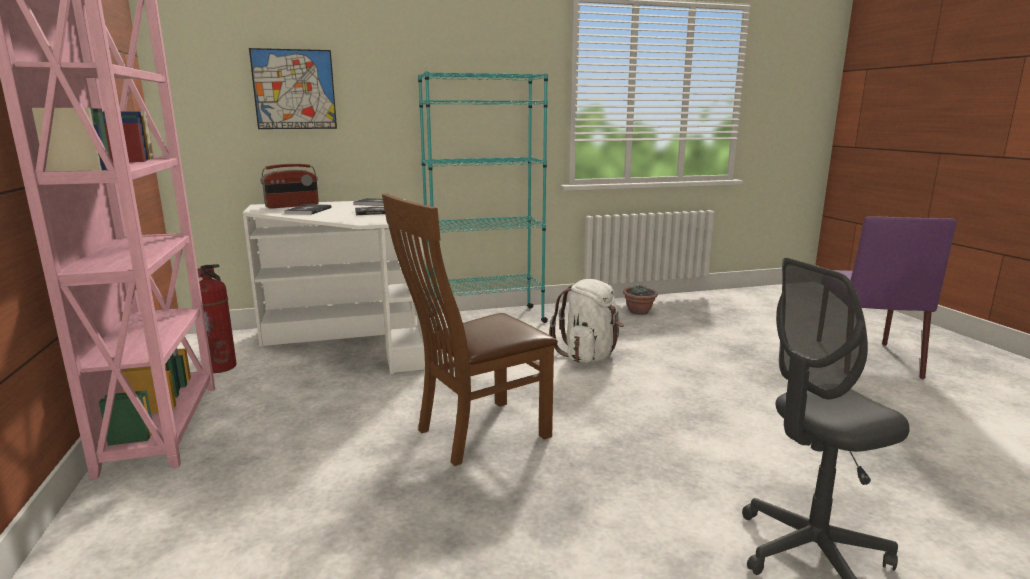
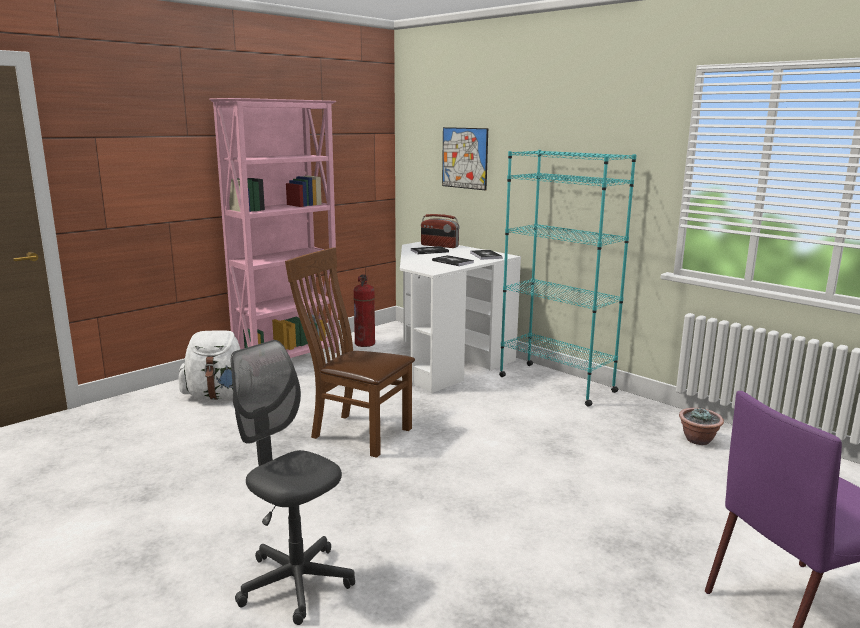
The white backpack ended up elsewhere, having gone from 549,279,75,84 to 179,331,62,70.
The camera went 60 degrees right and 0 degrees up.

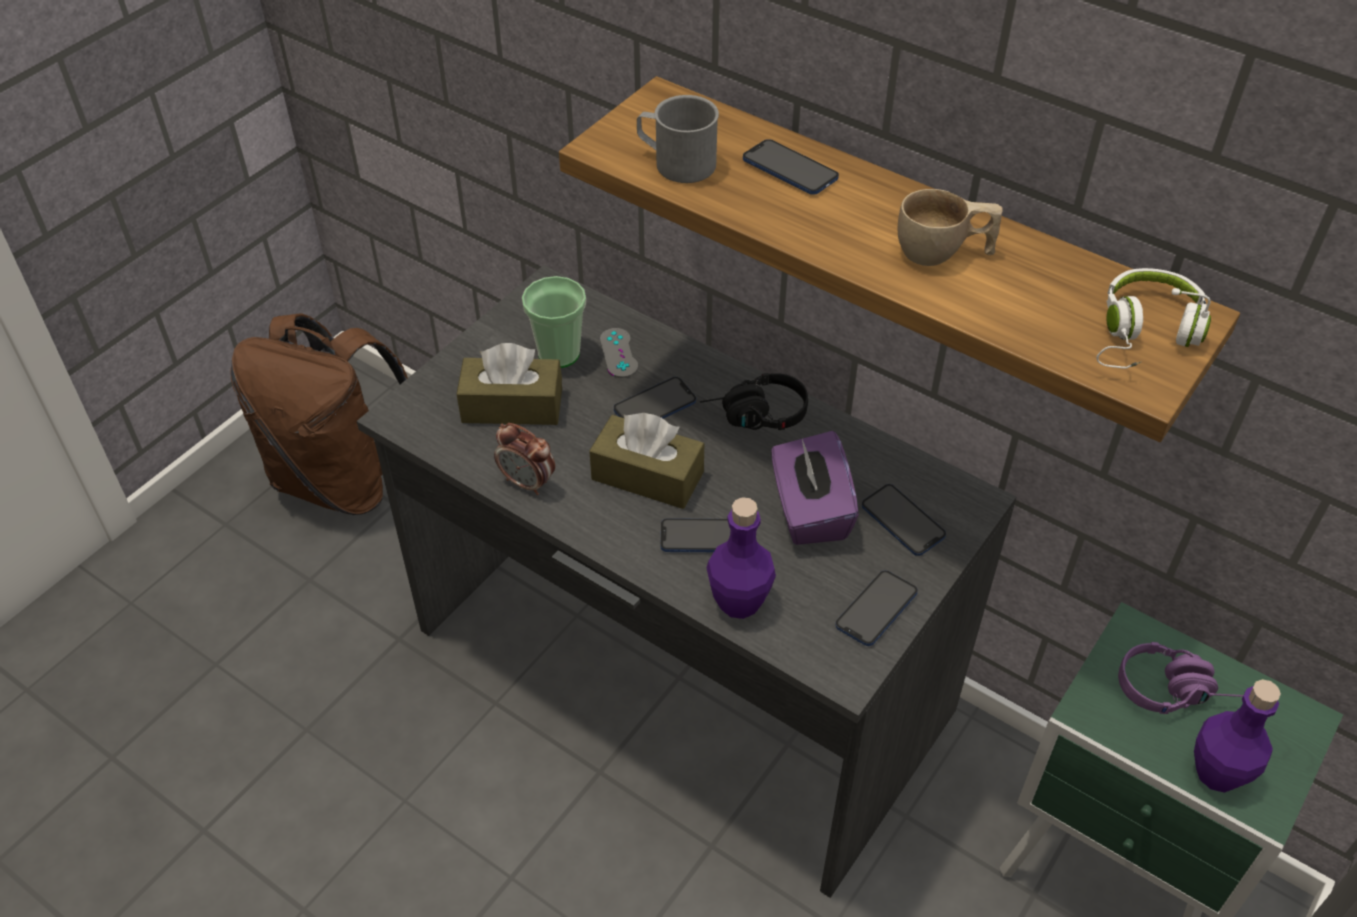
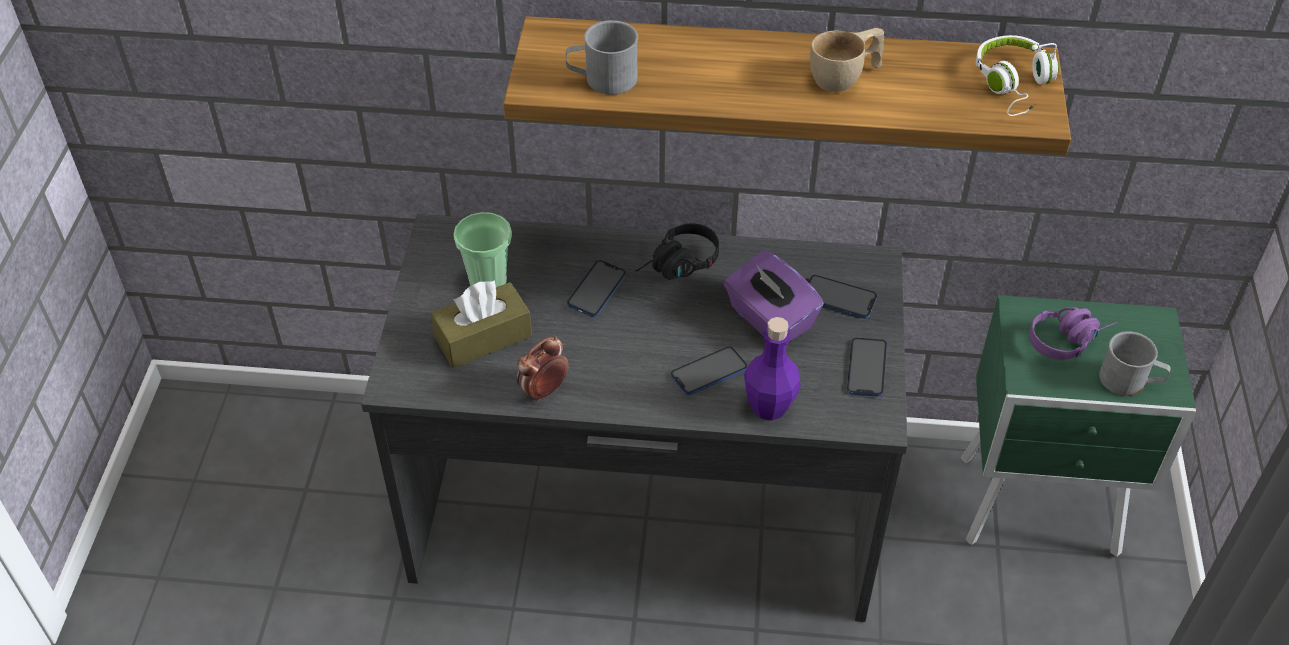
The second view lost the brown backpack at 230,314,178,201.
The alarm clock at 494,423,61,72 ended up facing another way, 135 degrees clockwise from before.
The second view lost the brown tissue box at 589,413,115,96.
The second view lost the grey game controller at 600,328,38,50.
The second view lost the phone at 743,139,96,56.
Where the purple bottle stood at 1194,679,87,114, the grey mug came to stand at 1099,331,72,65.
The camera went 30 degrees left and 0 degrees up.

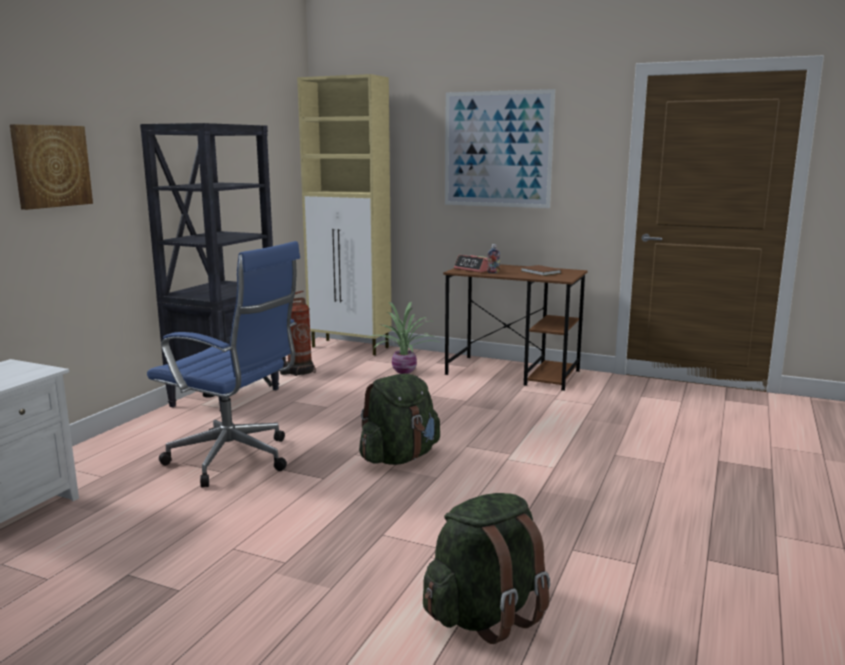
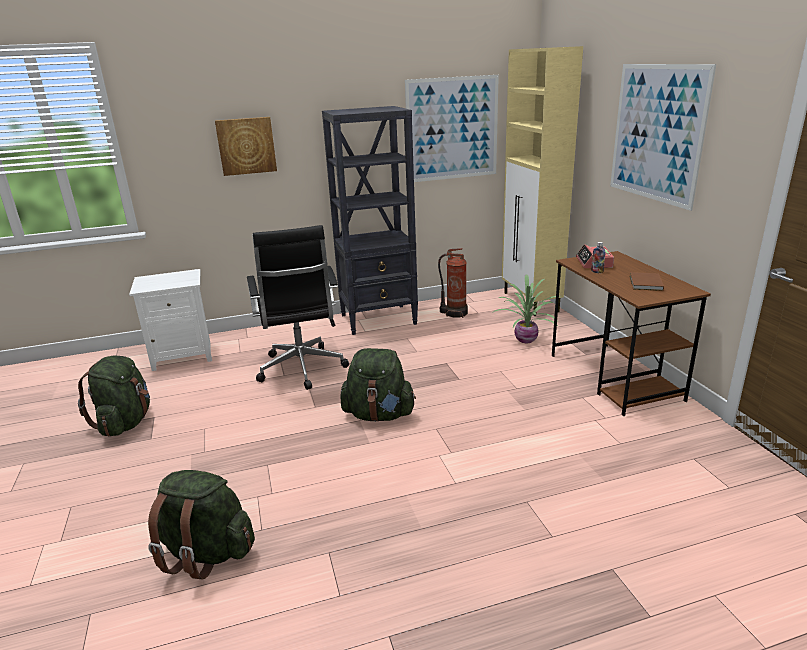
What was the blue office chair at 147,241,153,247 turned into the black office chair at 247,225,102,165.
The second view gained the green backpack at 78,356,72,81.
The second view gained the picture at 405,75,94,107.
The camera went 50 degrees right and 10 degrees up.

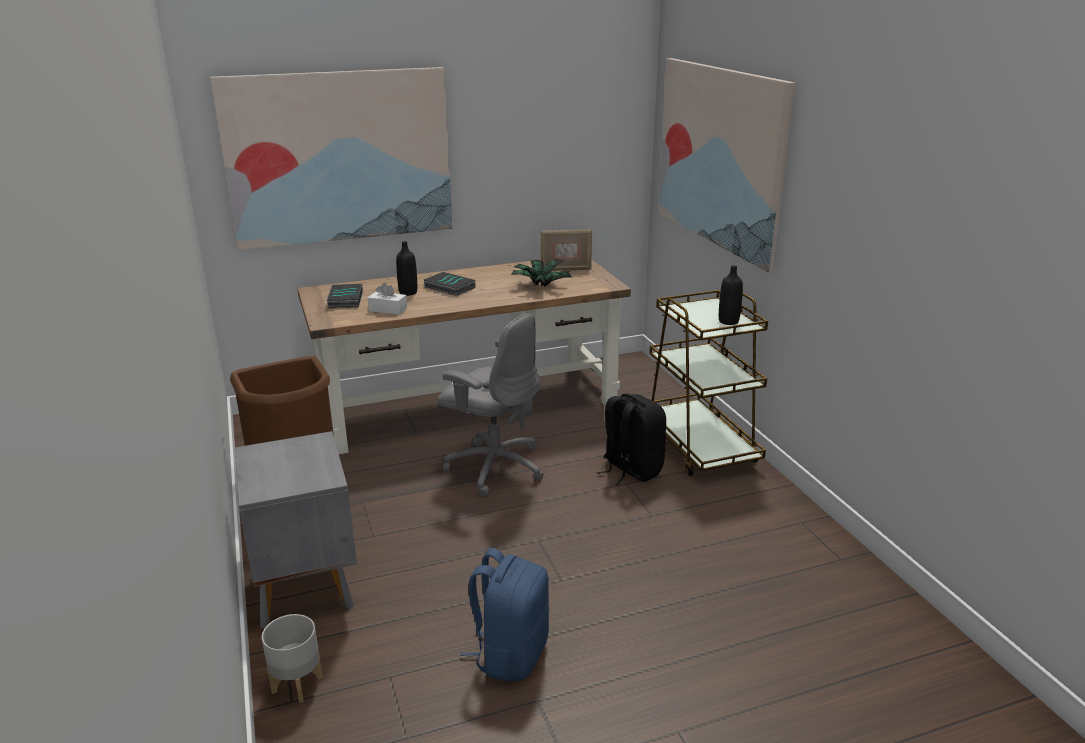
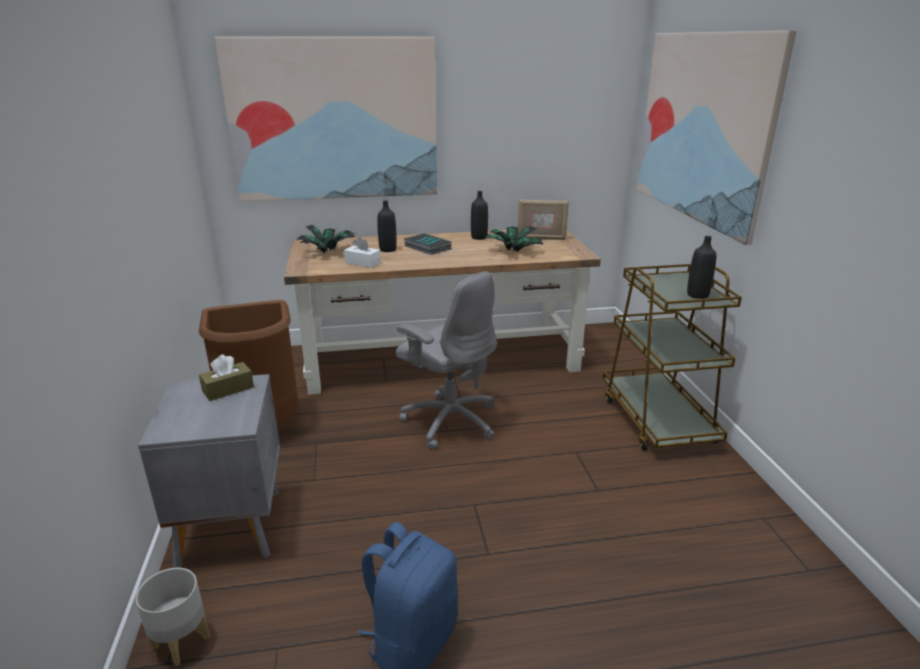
Where the book stood at 327,284,36,24, the potted plant came to stand at 296,225,59,29.
The second view lost the black backpack at 597,393,69,93.
The second view gained the brown tissue box at 199,355,55,46.
The second view gained the black bottle at 471,191,17,49.
The camera went 10 degrees right and 0 degrees up.

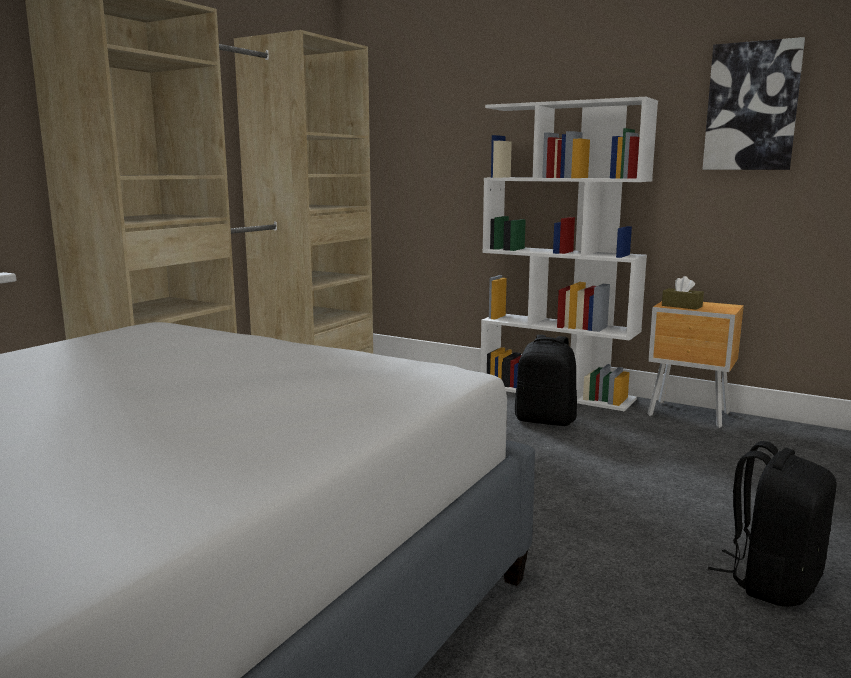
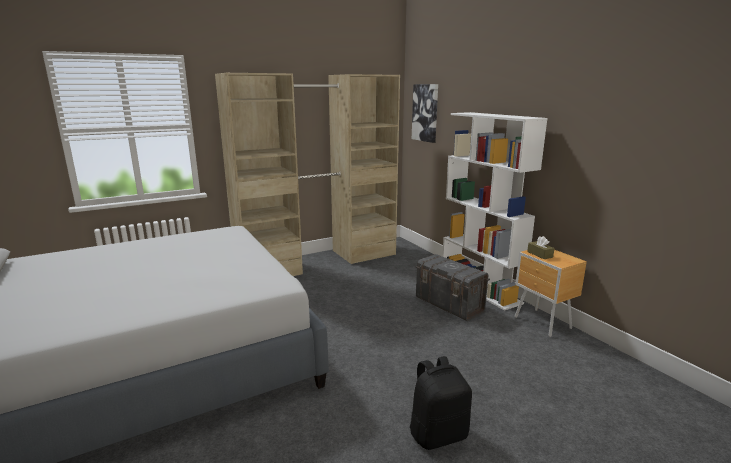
Where the black backpack stood at 515,335,62,91, the grey storage box came to stand at 415,254,75,67.
The picture ended up elsewhere, having gone from 702,37,103,133 to 412,84,26,59.
The camera went 30 degrees right and 5 degrees up.

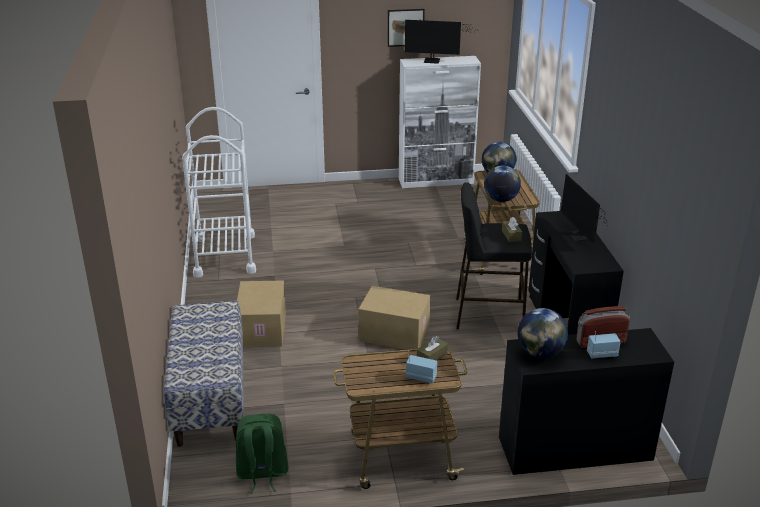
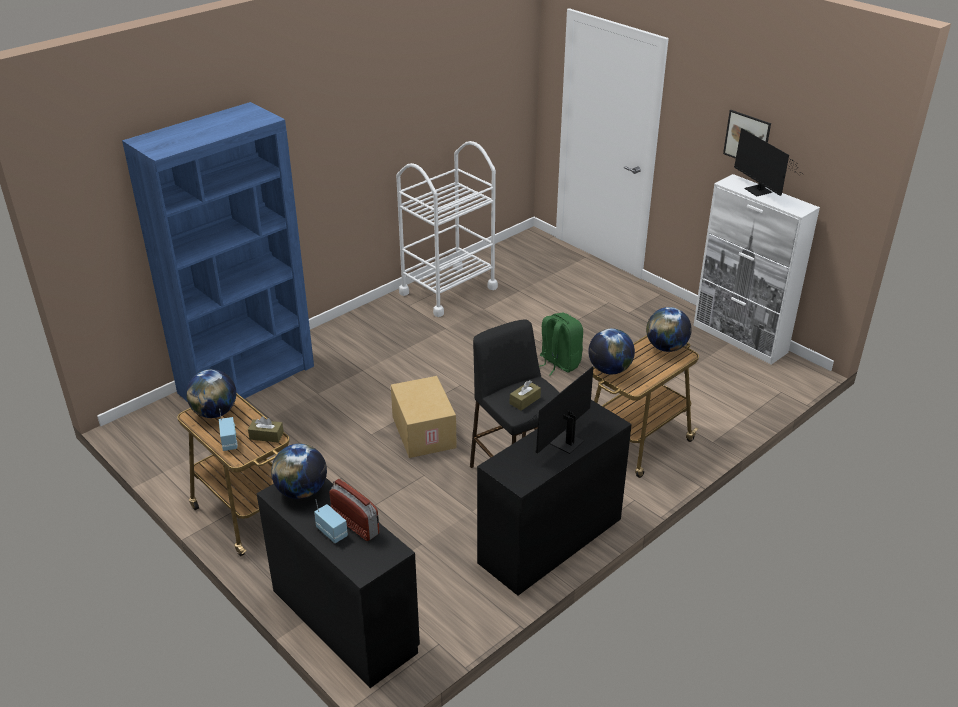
Where the bench stood at 164,301,80,146, the blue bookcase came to stand at 122,102,192,300.
The green backpack ended up elsewhere, having gone from 236,414,52,80 to 539,313,44,63.
The second view lost the cardboard box at 237,280,49,67.
The second view gained the globe at 186,369,50,49.
The camera went 55 degrees right and 5 degrees up.

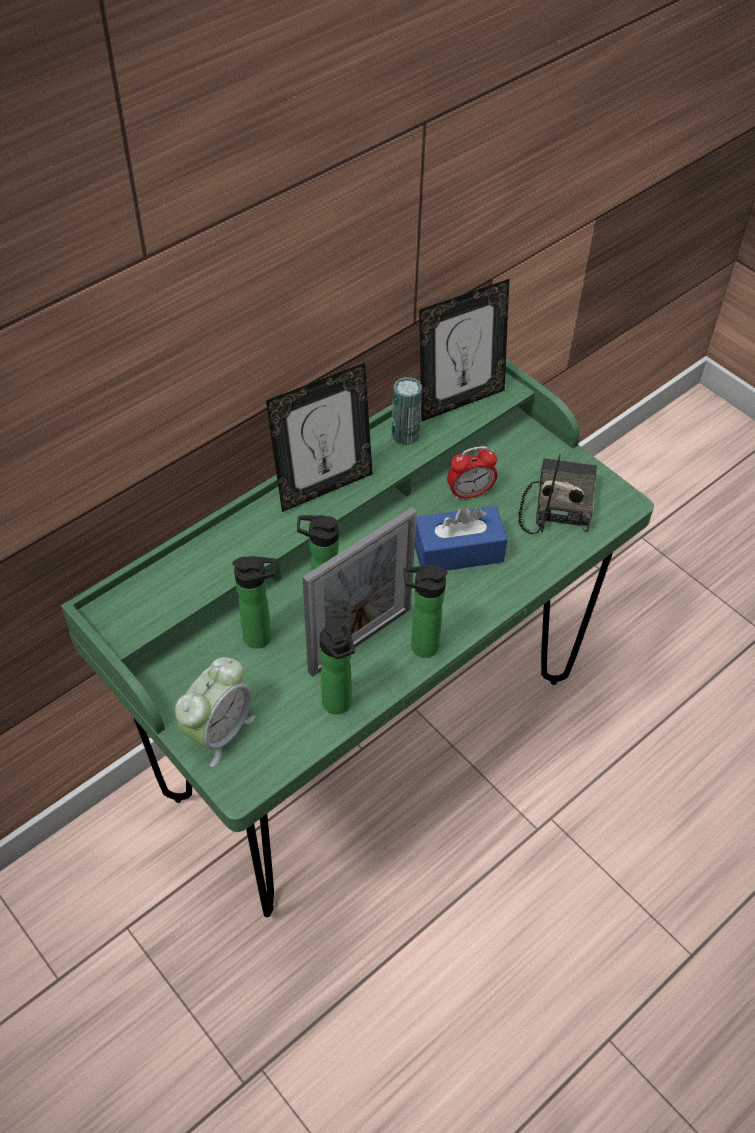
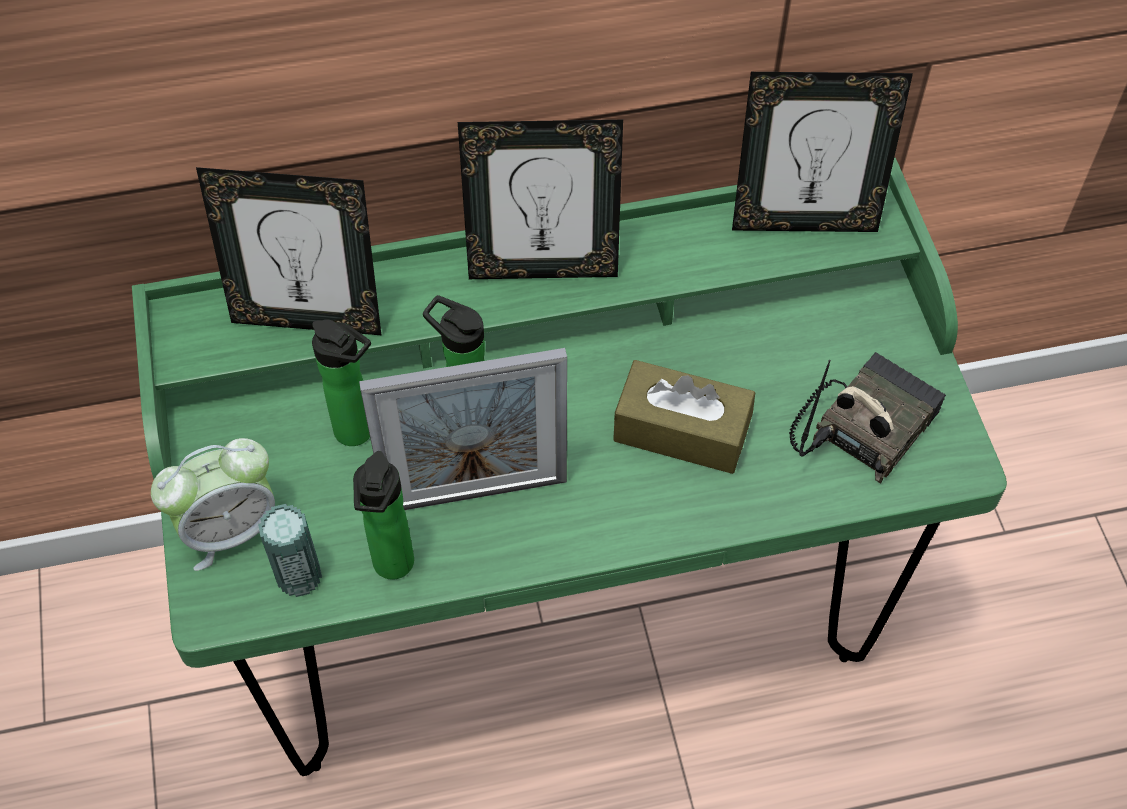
The can ended up elsewhere, having gone from 392,377,30,68 to 258,504,64,93.
The second view lost the bottle at 403,566,45,92.
What was the blue tissue box at 415,506,93,65 turned into the brown tissue box at 613,360,142,114.
The second view lost the alarm clock at 447,446,50,54.
The second view gained the picture frame at 196,167,185,168.
The camera went 30 degrees right and 5 degrees up.

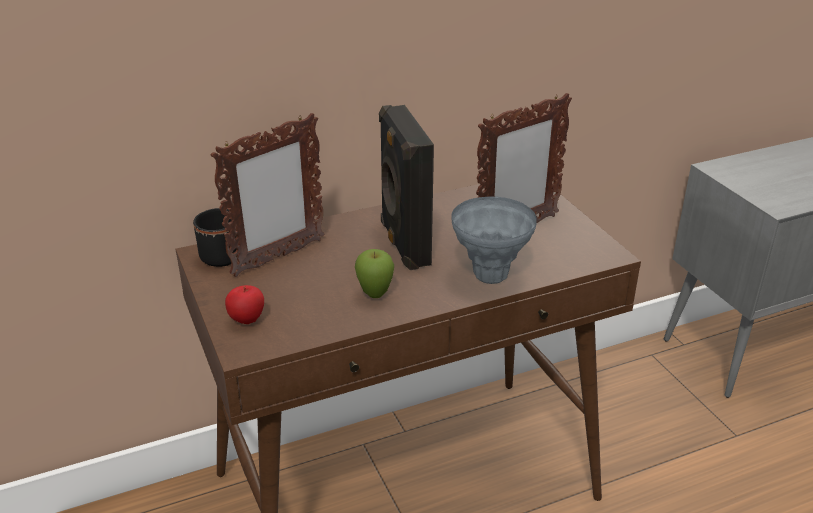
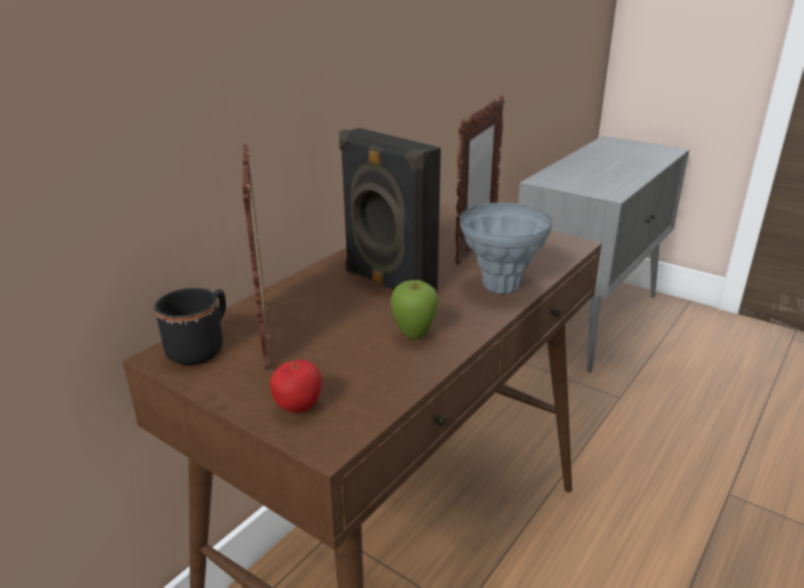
The picture frame at 211,113,114,164 ended up facing another way, 150 degrees clockwise from before.
The camera went 30 degrees left and 5 degrees down.

